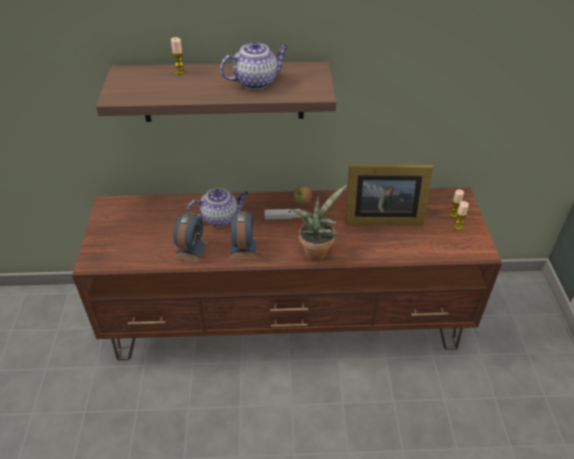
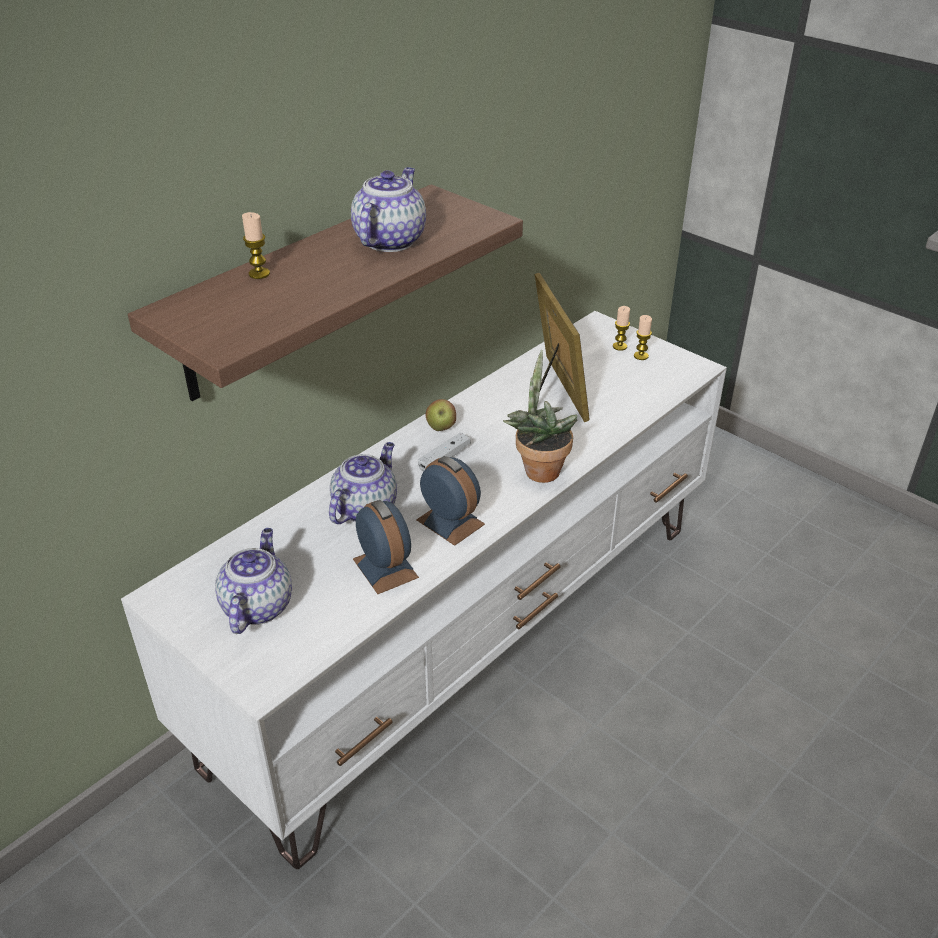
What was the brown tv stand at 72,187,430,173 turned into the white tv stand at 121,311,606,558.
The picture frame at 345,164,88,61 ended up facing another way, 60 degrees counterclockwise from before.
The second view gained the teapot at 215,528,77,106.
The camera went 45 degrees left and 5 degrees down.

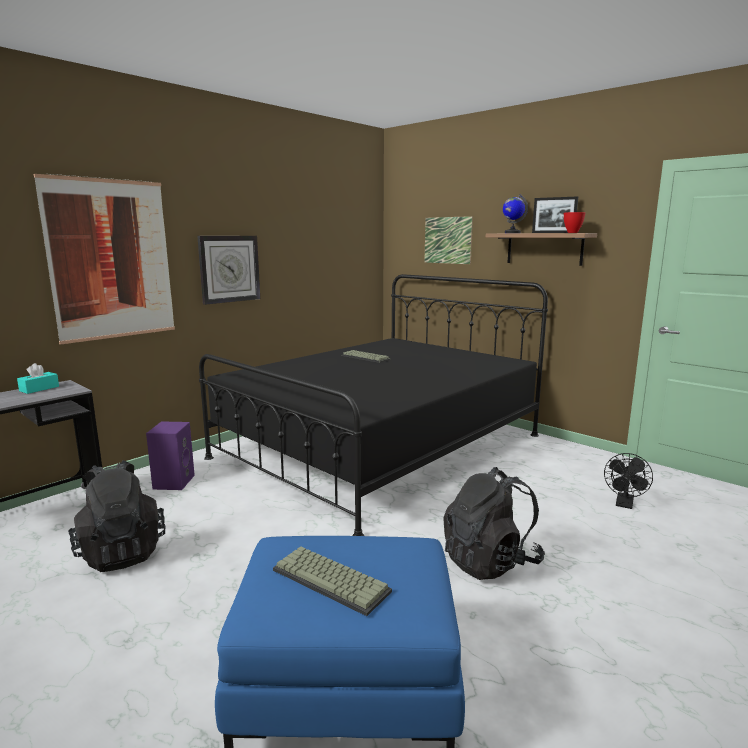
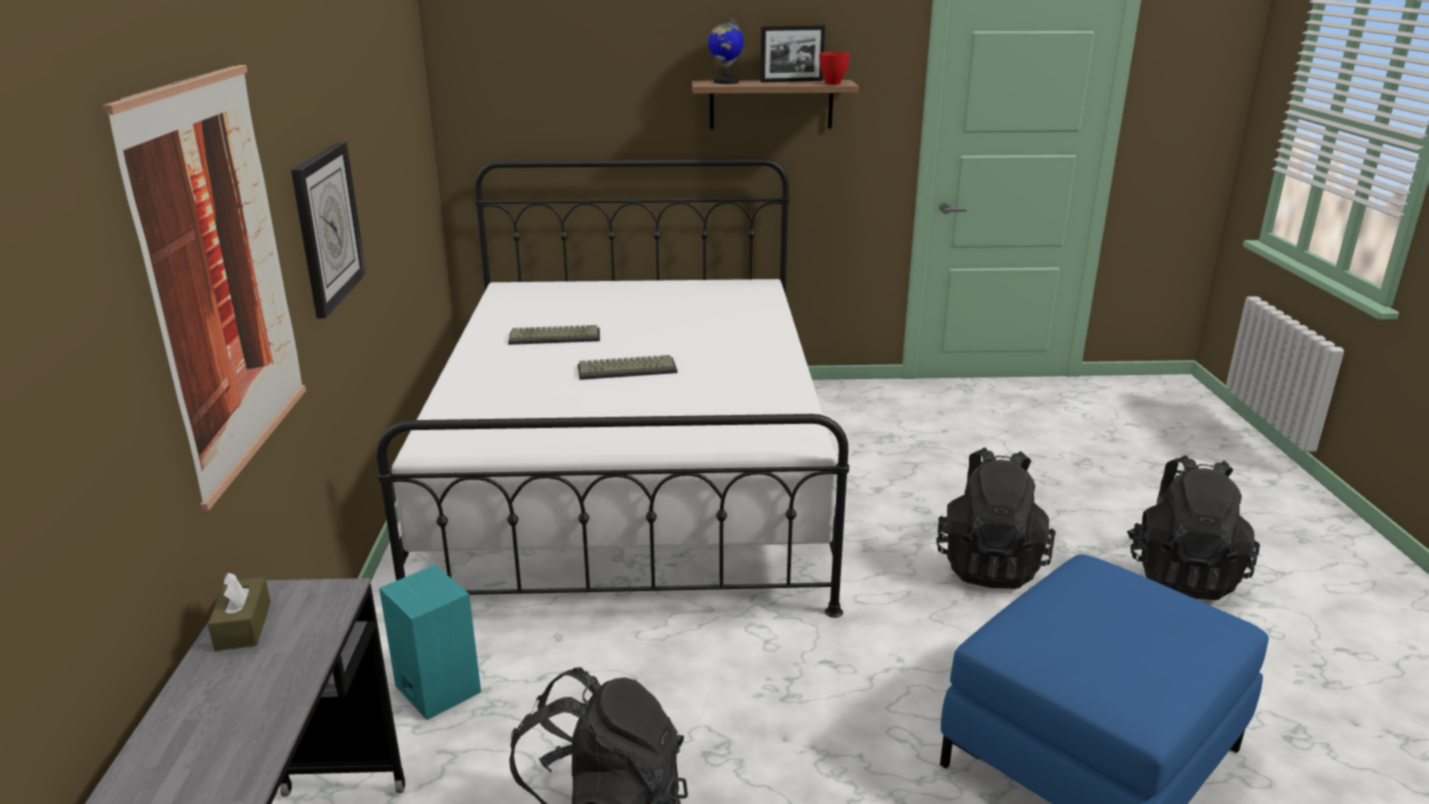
What was the turquoise tissue box at 17,363,42,31 turned into the brown tissue box at 208,572,63,79.
What was the purple speaker at 146,422,49,68 turned into the turquoise speaker at 379,565,102,155.
What was the black bed at 199,274,349,262 turned into the white bed at 377,159,472,459.
The keyboard ended up elsewhere, having gone from 273,546,119,70 to 577,355,101,25.
The second view lost the picture at 424,216,49,48.
The second view lost the black fan at 604,453,49,56.
The second view gained the black backpack at 1127,455,133,145.
The camera went 45 degrees left and 10 degrees up.

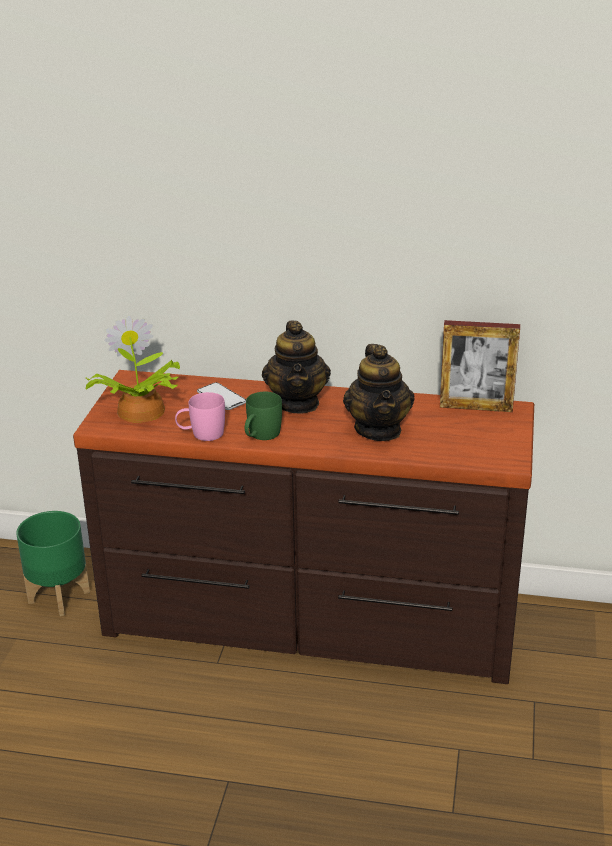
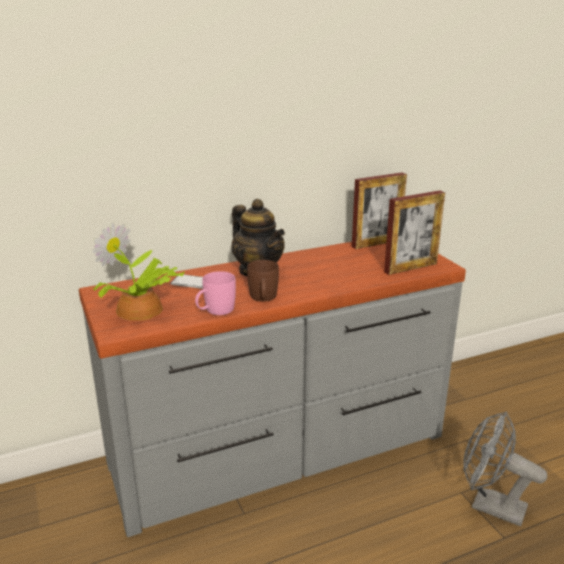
The second view lost the green planter at 16,511,74,105.
What was the brown dresser at 73,370,461,314 turned into the grey dresser at 79,242,387,295.
What was the green mug at 245,392,37,48 turned into the brown mug at 247,260,32,42.
The second view lost the teapot at 343,344,72,97.
The second view gained the picture frame at 384,190,61,85.
The second view gained the grey fan at 463,411,84,115.
The camera went 35 degrees left and 5 degrees down.

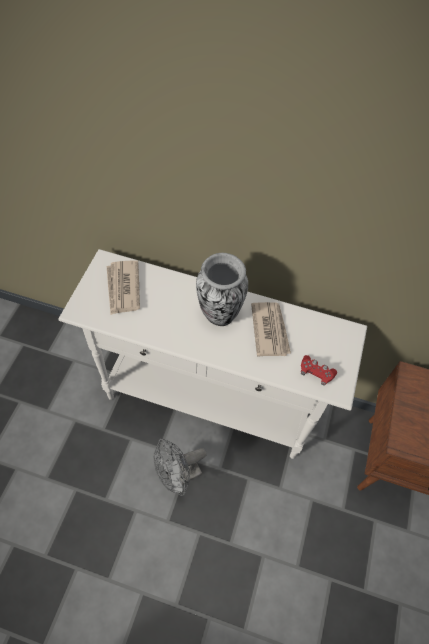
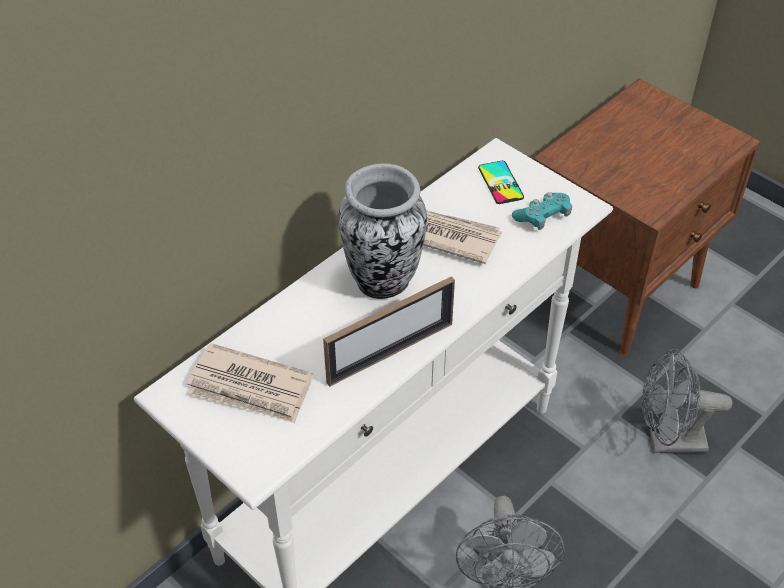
What was the red game controller at 301,355,36,31 turned into the turquoise game controller at 512,192,60,38.
The second view gained the picture frame at 323,276,132,111.
The second view gained the phone at 478,161,46,43.
The second view gained the grey fan at 642,349,90,104.
The camera went 60 degrees left and 10 degrees down.

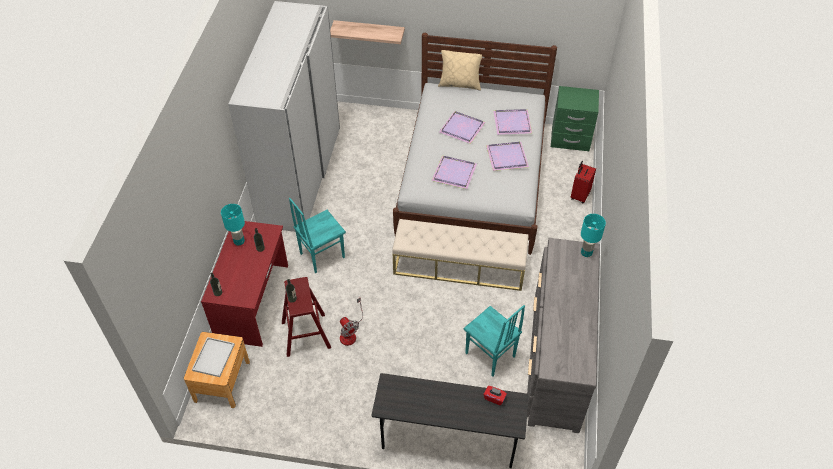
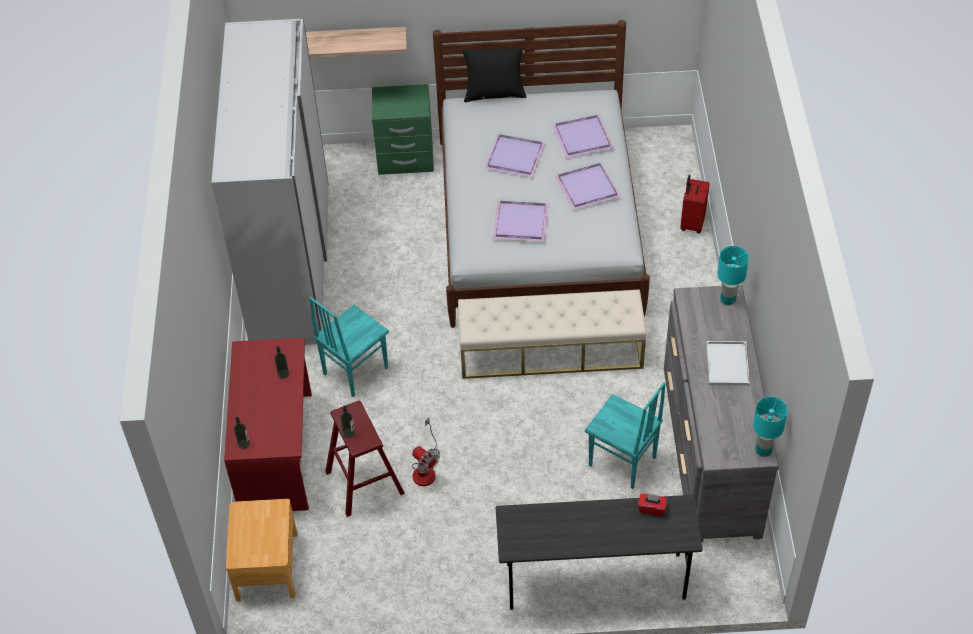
The white tray ended up elsewhere, having gone from 192,337,43,40 to 706,341,44,45.
The turquoise table lamp ended up elsewhere, having gone from 221,204,24,41 to 753,397,35,60.
What was the beige pillow at 438,50,44,41 turned into the black pillow at 463,48,64,54.
The green nightstand ended up elsewhere, having gone from 551,86,48,65 to 372,84,62,91.
The camera went 10 degrees left and 0 degrees up.

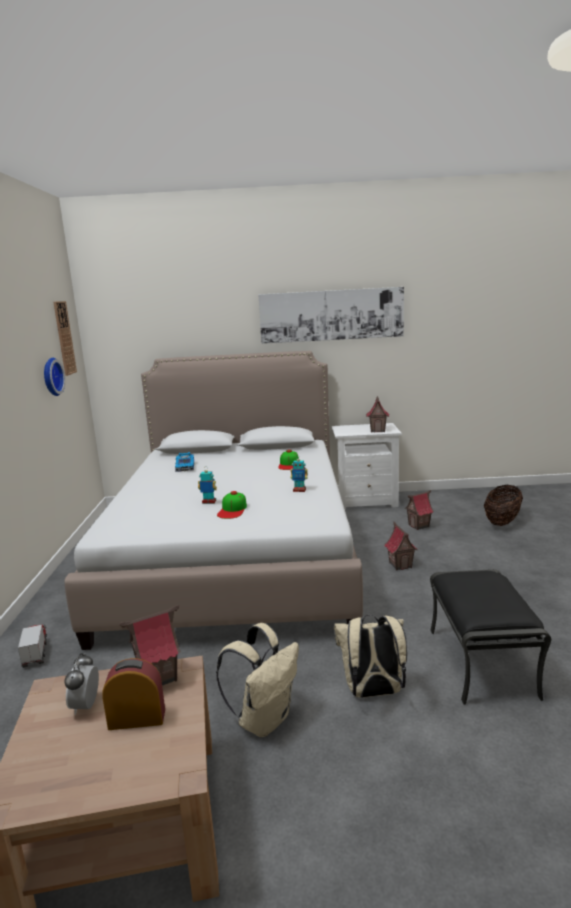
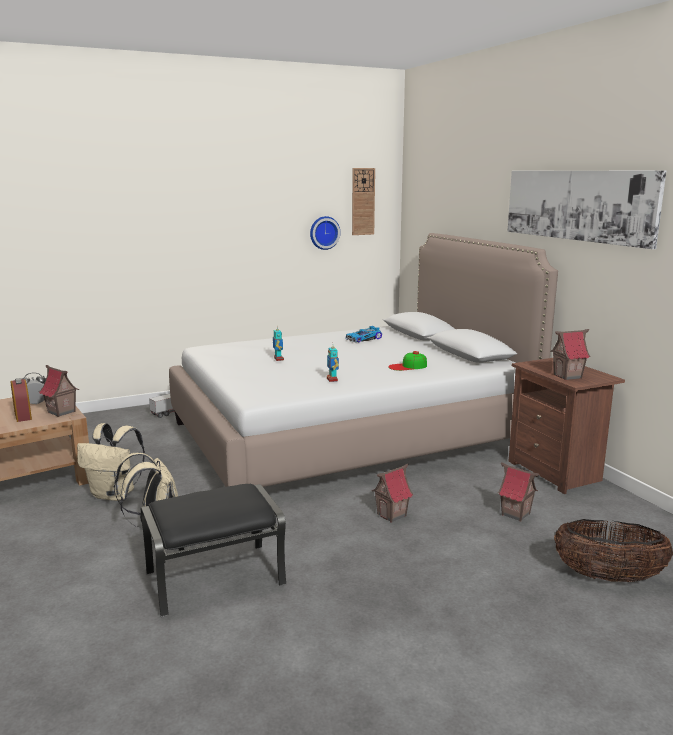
The second view lost the cap at 217,491,30,28.
What was the white nightstand at 331,423,71,87 turned into the brown nightstand at 509,358,116,136.
The camera went 65 degrees right and 0 degrees up.

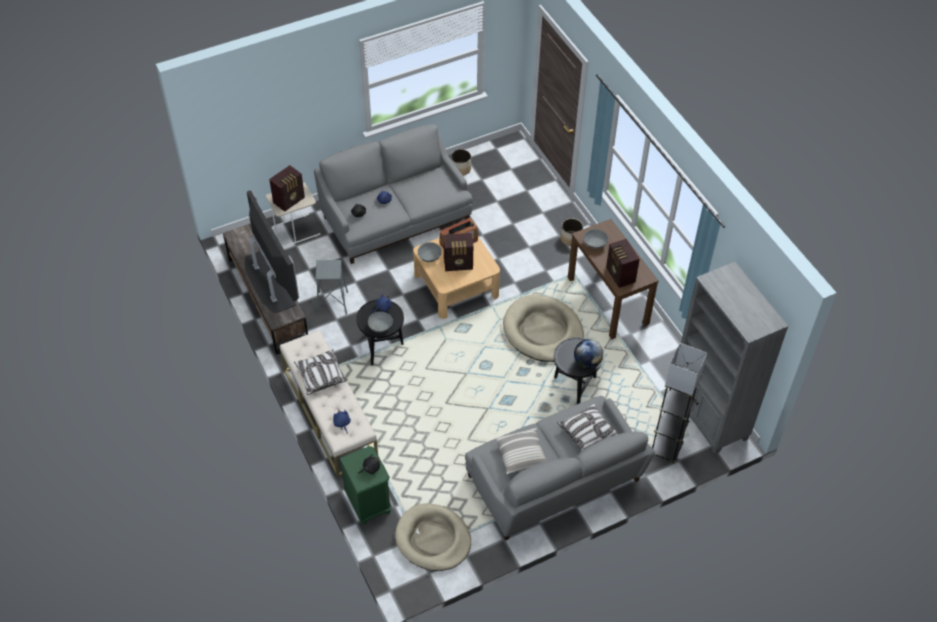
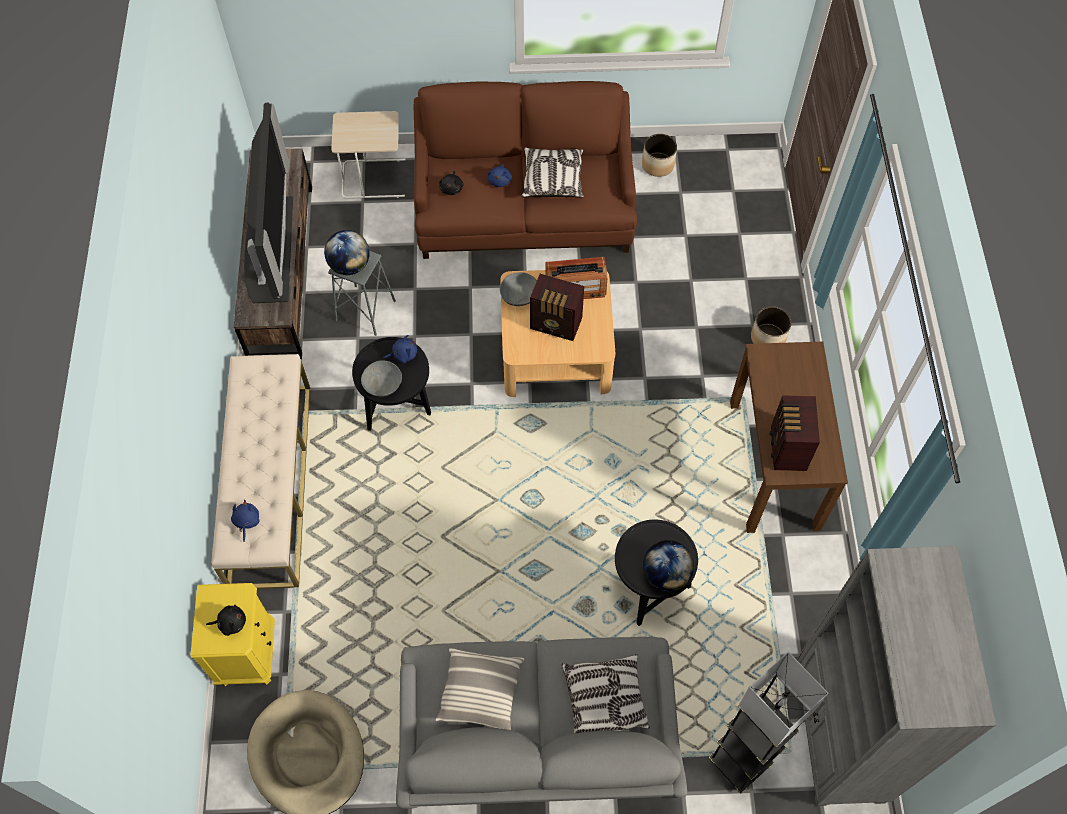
The second view lost the radio at 269,165,36,47.
The pillow ended up elsewhere, having gone from 294,349,54,46 to 521,147,63,51.
What was the grey sofa at 314,124,159,140 turned into the brown sofa at 414,81,223,178.
What was the green nightstand at 340,446,52,79 turned into the yellow nightstand at 191,583,84,103.
The second view lost the beige dog bed at 503,294,81,68.
The second view lost the grey bowl at 584,229,24,20.
The second view gained the globe at 324,230,46,45.
The camera went 25 degrees right and 10 degrees up.

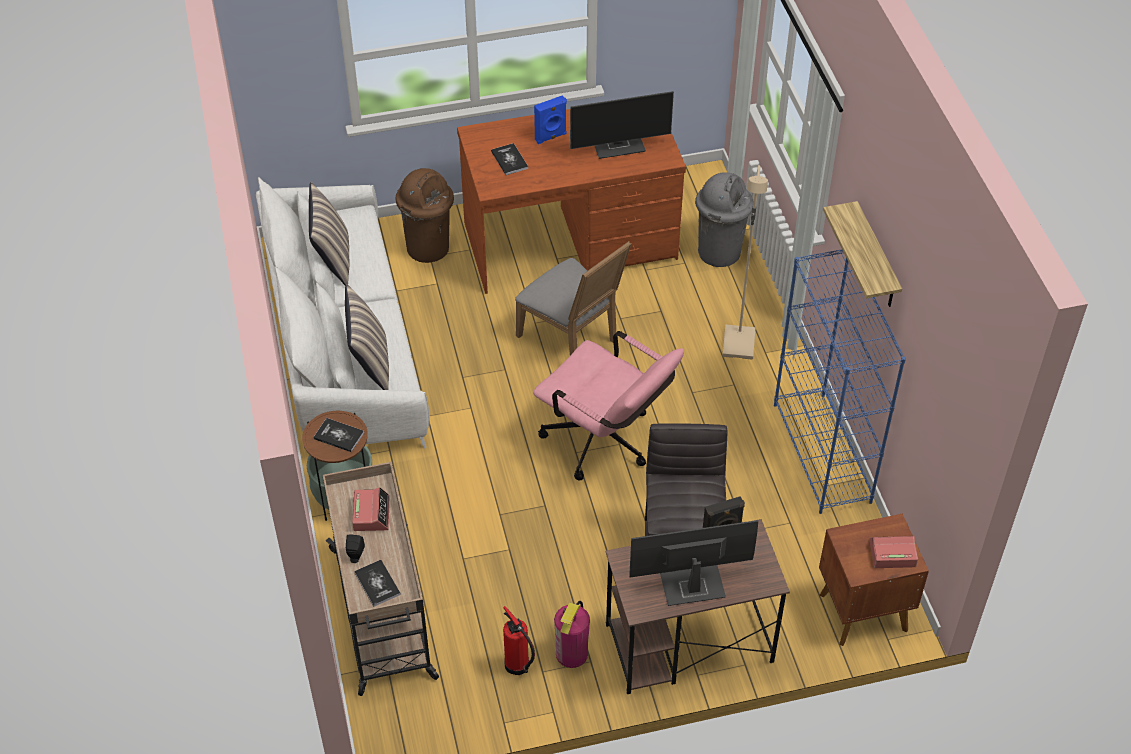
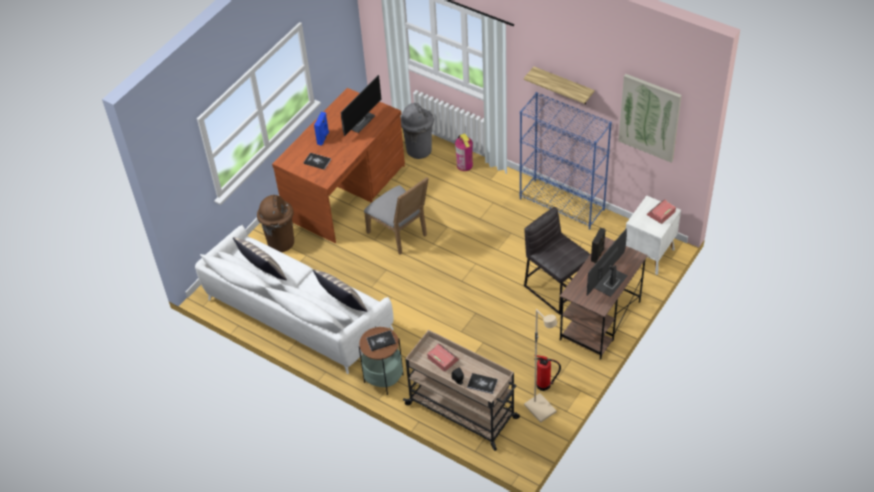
The grey chair at 515,241,117,114 ended up facing another way, 45 degrees clockwise from before.
The second view lost the pink office chair at 533,331,151,150.
The fire extinguisher ended up elsewhere, having gone from 554,601,36,67 to 455,133,18,38.
The beige floor lamp ended up elsewhere, having gone from 722,165,46,195 to 524,309,33,114.
What was the brown nightstand at 819,514,110,132 turned into the white nightstand at 626,195,55,80.
The second view gained the picture at 618,74,64,88.
The camera went 40 degrees left and 0 degrees up.

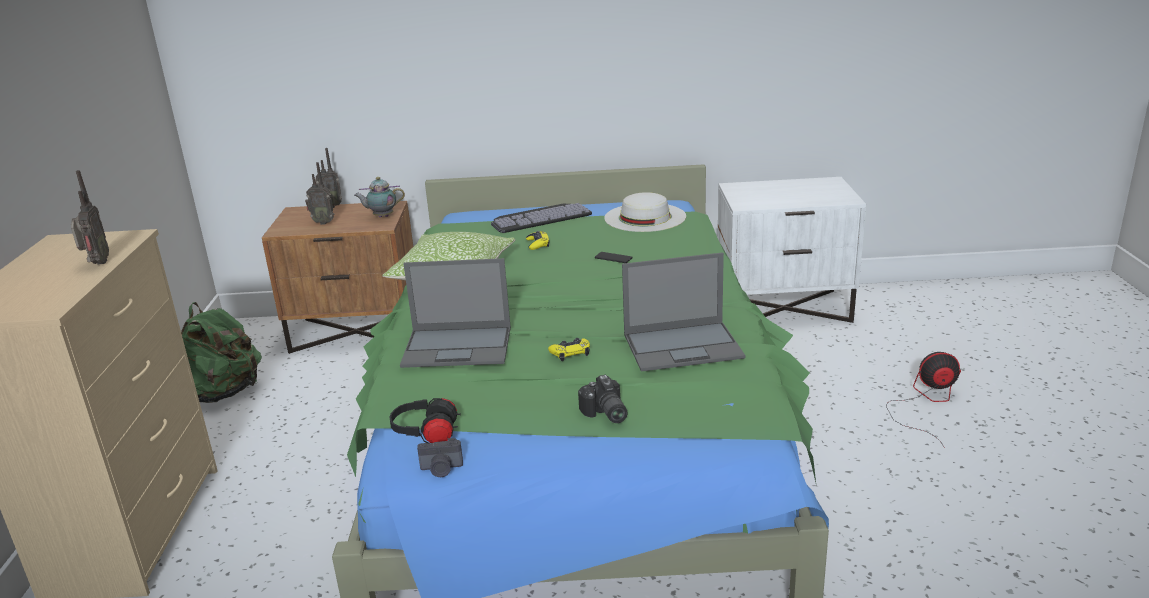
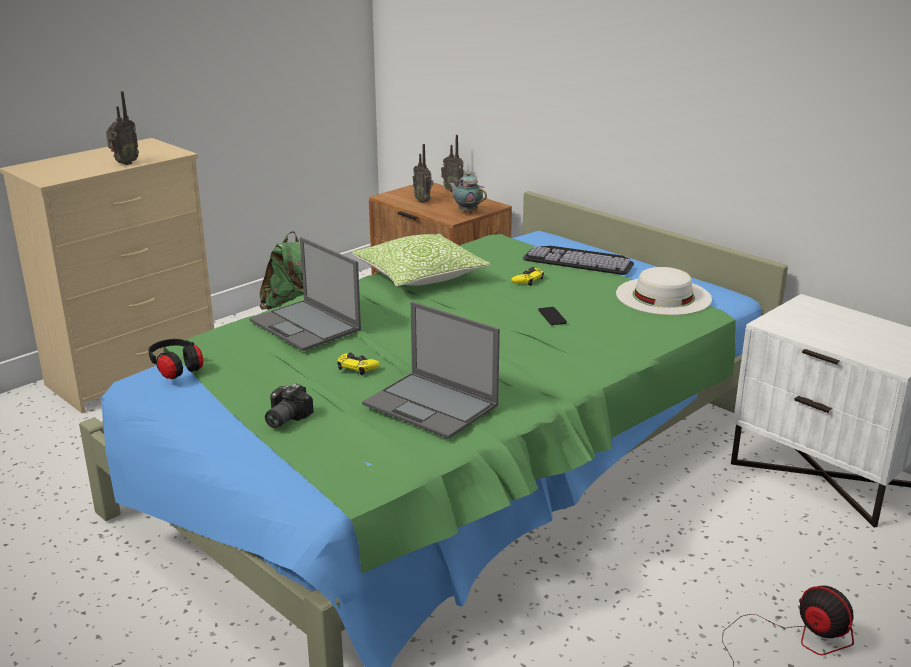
The second view lost the photo camera at 417,438,46,39.
The camera went 45 degrees right and 0 degrees up.

